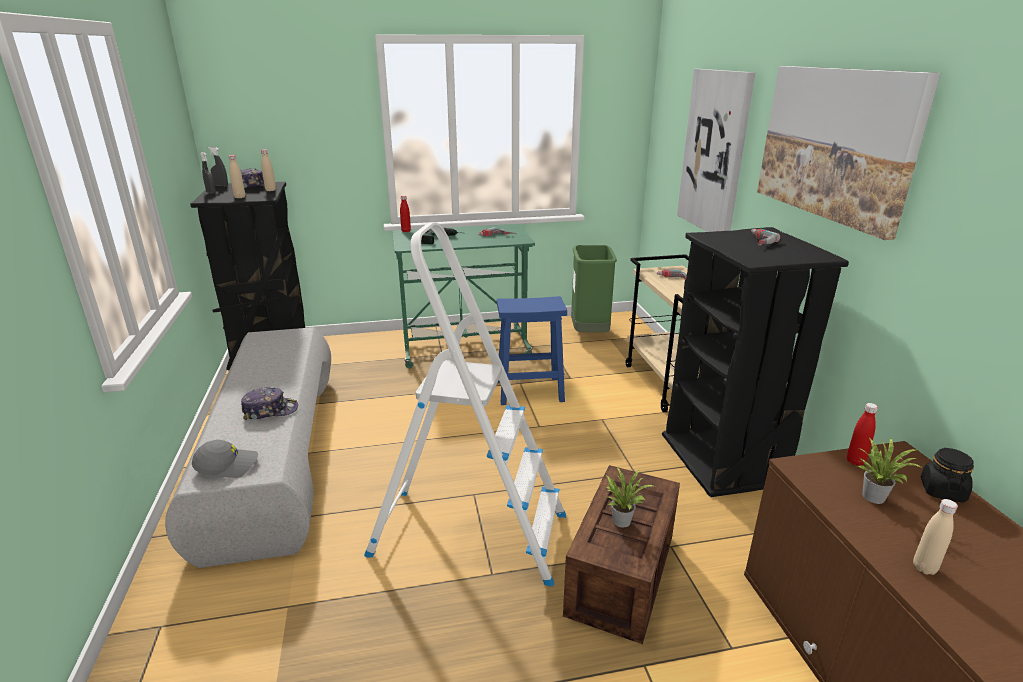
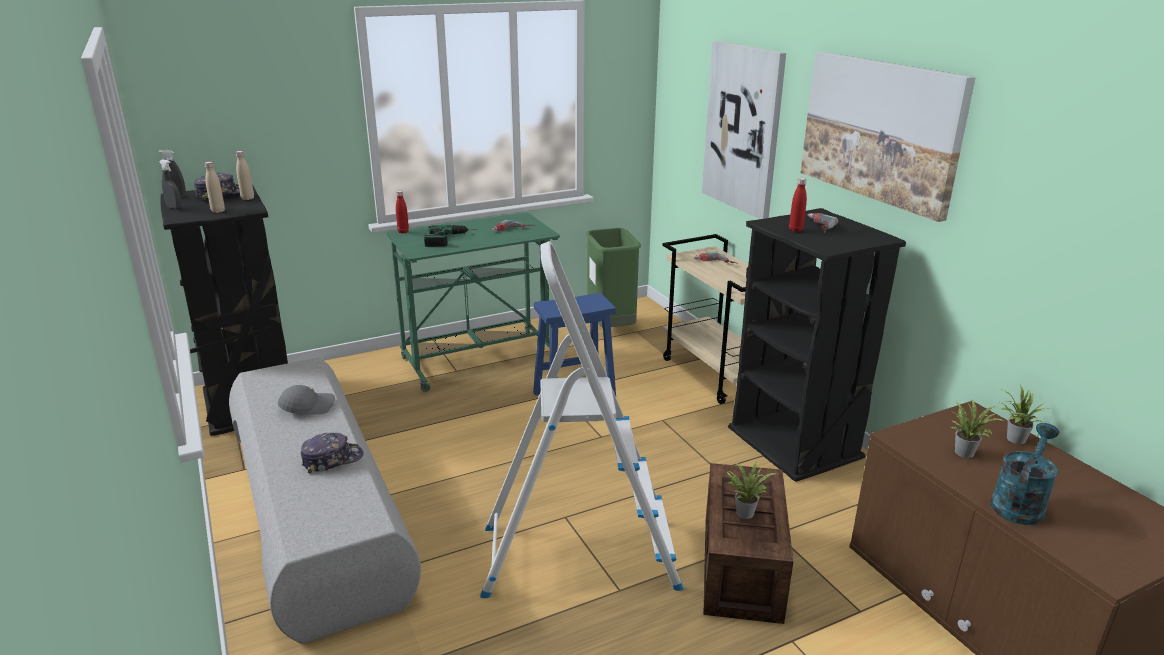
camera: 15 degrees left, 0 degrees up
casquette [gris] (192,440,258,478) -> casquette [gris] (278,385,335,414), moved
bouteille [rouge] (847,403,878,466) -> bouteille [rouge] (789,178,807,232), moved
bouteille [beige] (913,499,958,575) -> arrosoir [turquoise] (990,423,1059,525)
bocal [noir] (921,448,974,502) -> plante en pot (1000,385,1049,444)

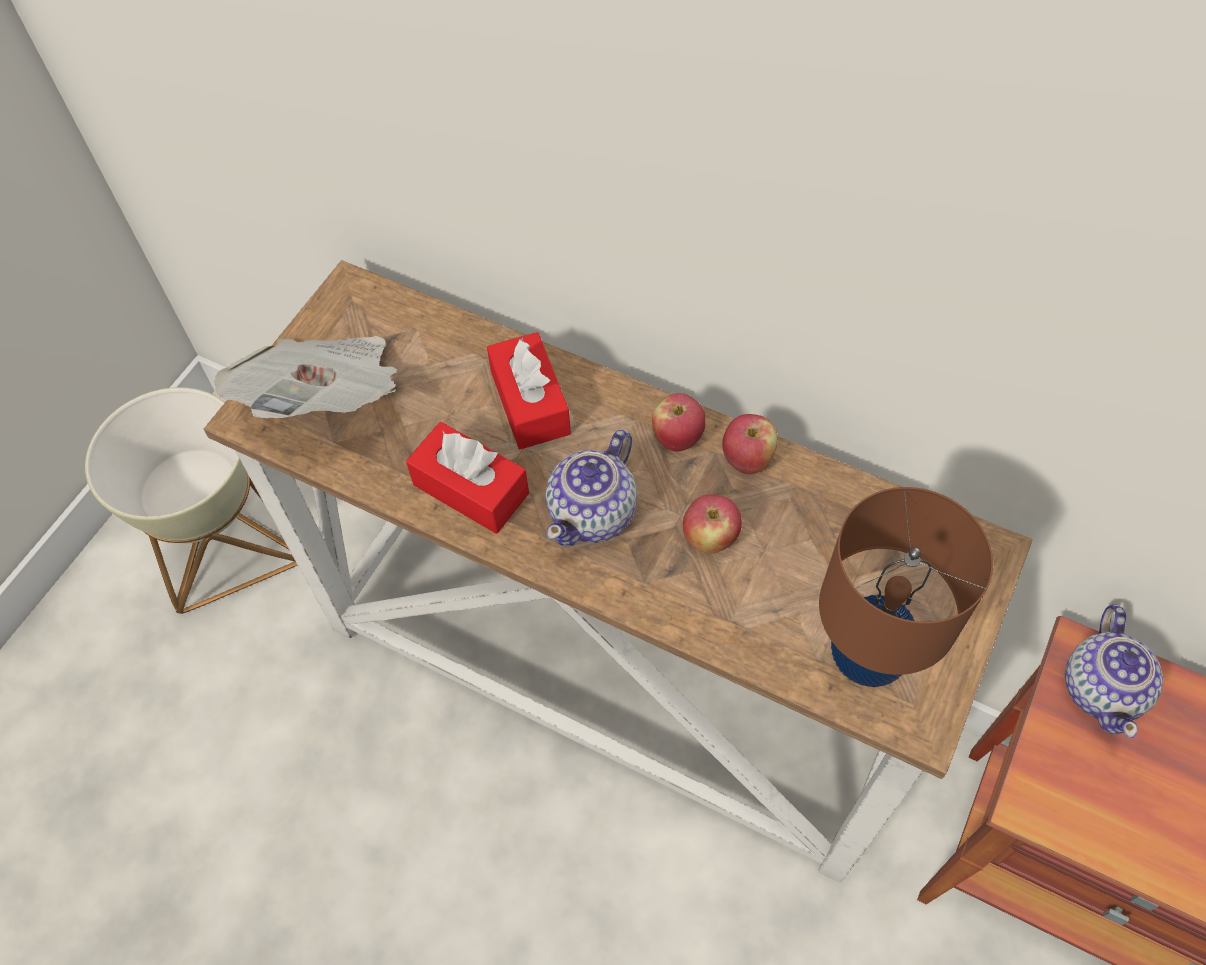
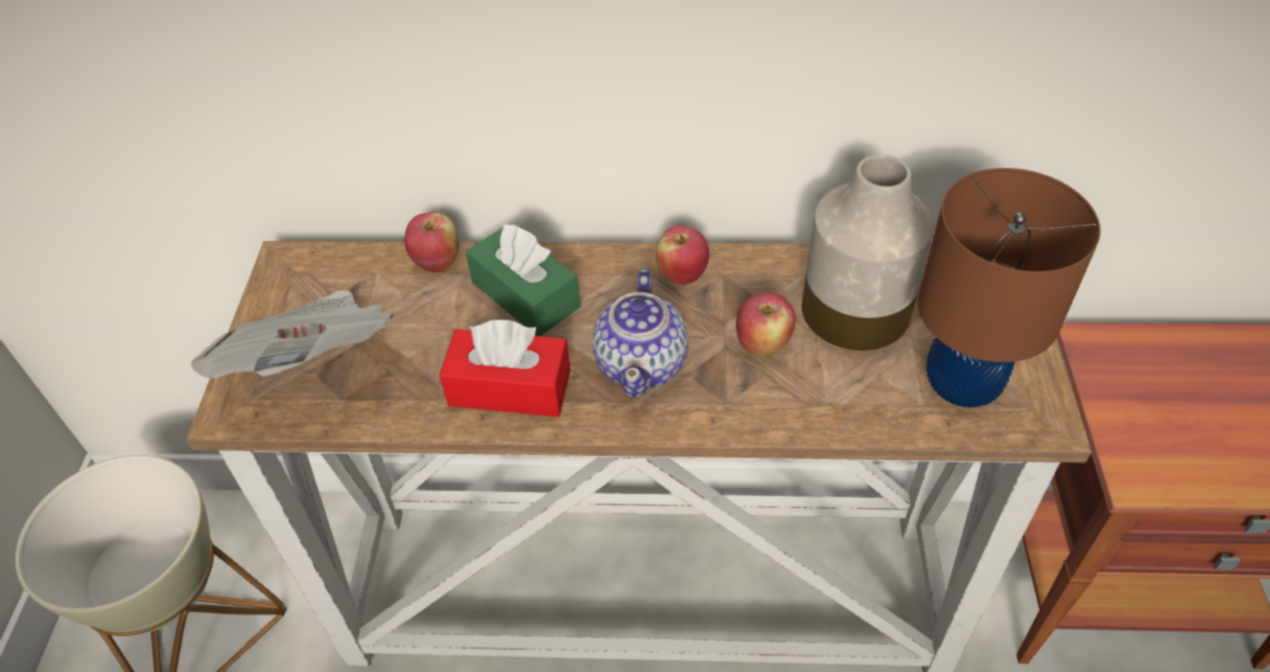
camera: 25 degrees left, 10 degrees down
boîte à mouchoirs [rouge] (487,332,571,449) -> boîte à mouchoirs [vert] (466,224,580,336)
pomme (722,414,778,475) -> pomme (405,212,459,272), moved
théière (1065,604,1163,738) -> none
none -> vase [beige] (802,154,934,351)

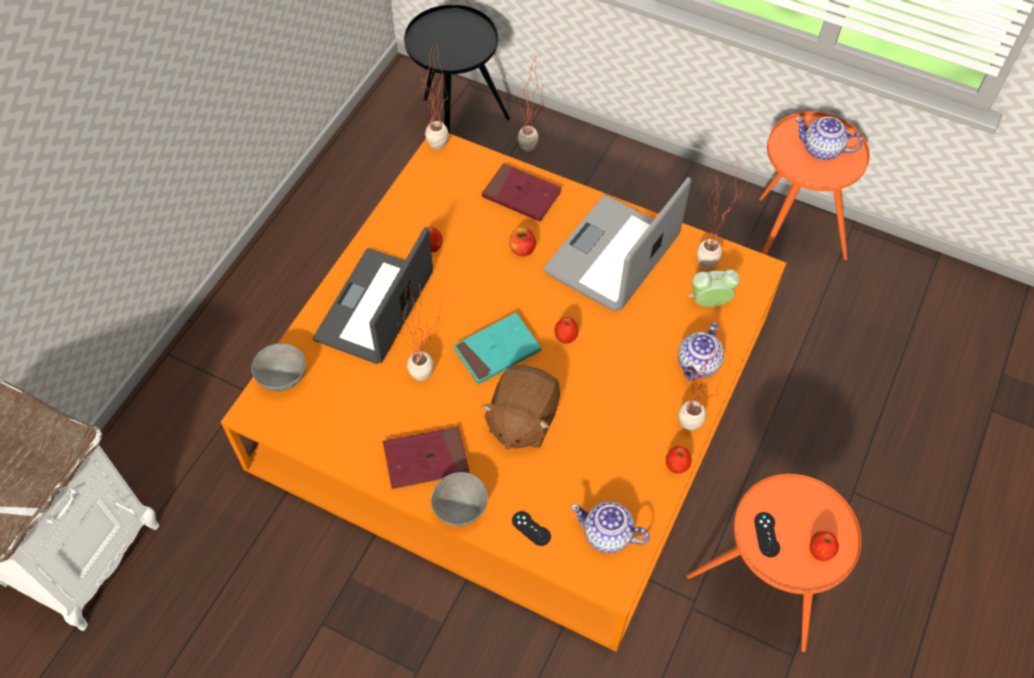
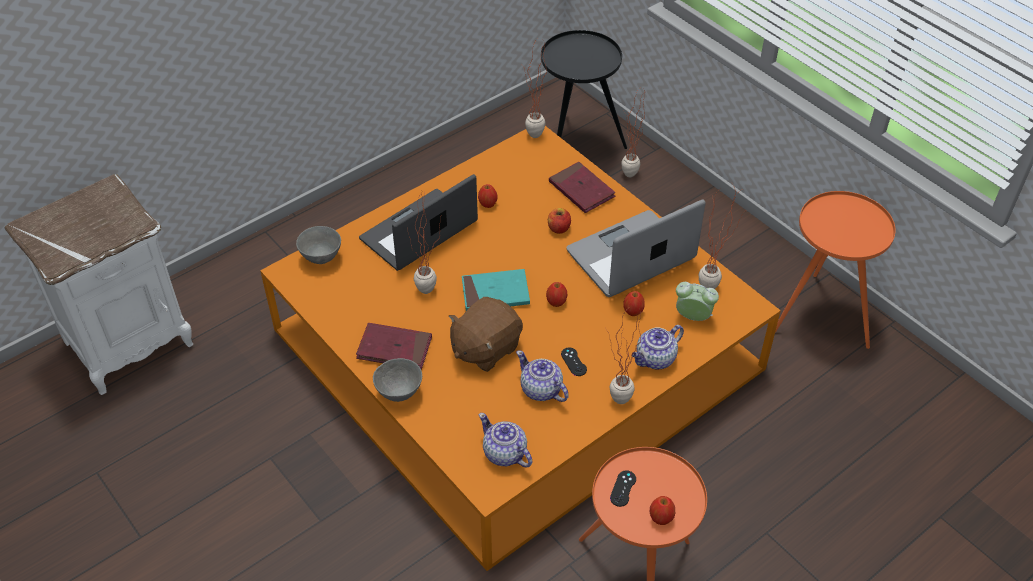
camera: 25 degrees right, 10 degrees down
manette [noir] (512,511,551,546) -> manette [noir] (561,347,587,376), moved
pomme (666,446,692,474) -> pomme (623,291,645,316), moved
théière (795,117,863,160) -> théière (516,350,569,402), moved

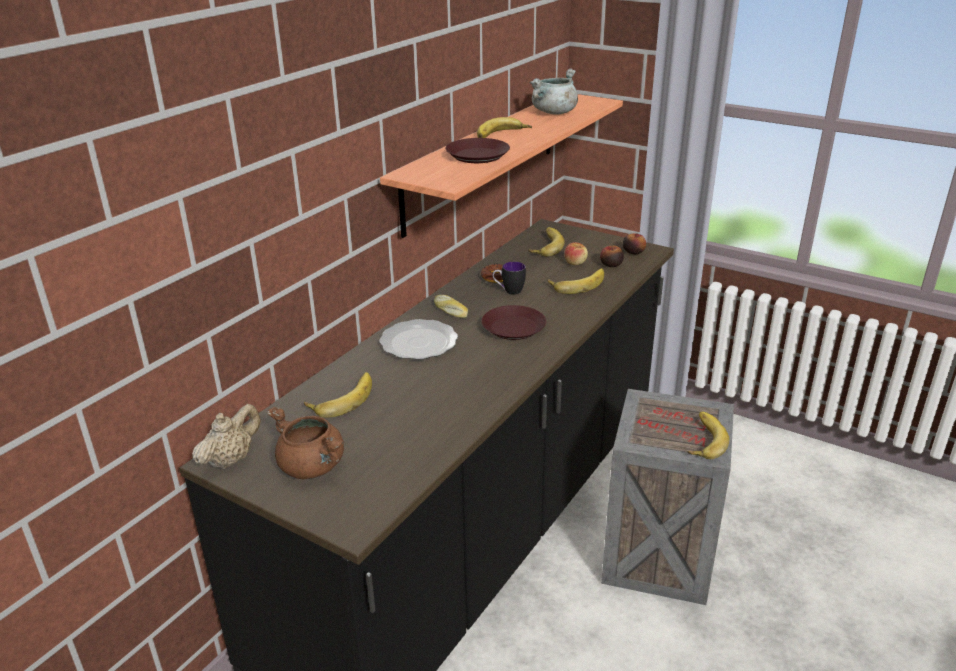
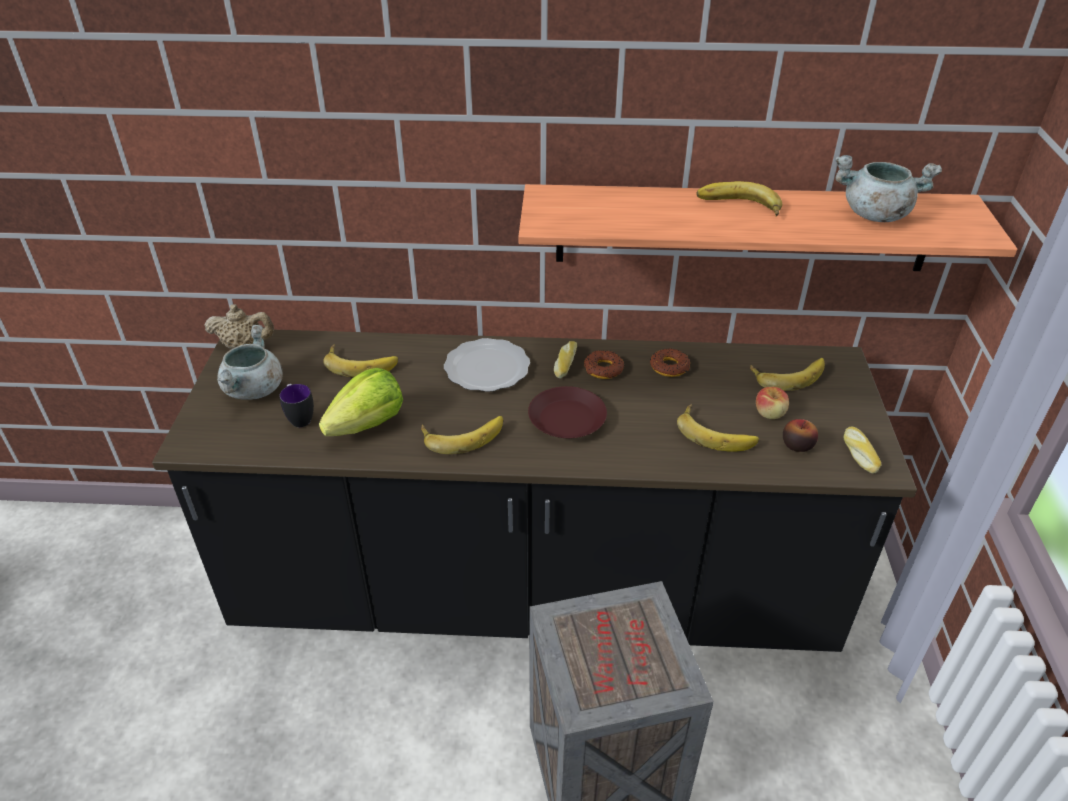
camera: 60 degrees right, 10 degrees up
marmite [marron] (267,407,344,479) -> marmite [gris] (217,325,283,400)
assiette [marron] (445,138,510,163) -> none
mug (493,262,526,295) -> mug (279,384,314,427), moved
pomme (623,233,646,254) -> pain (844,427,882,474)
banane (687,412,729,459) -> banane (421,416,503,454), moved
none -> laitue (319,368,403,436)
none -> beignet (584,350,625,379)

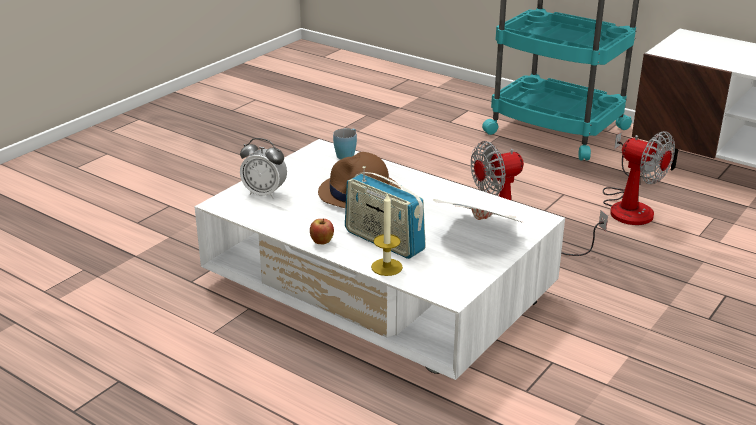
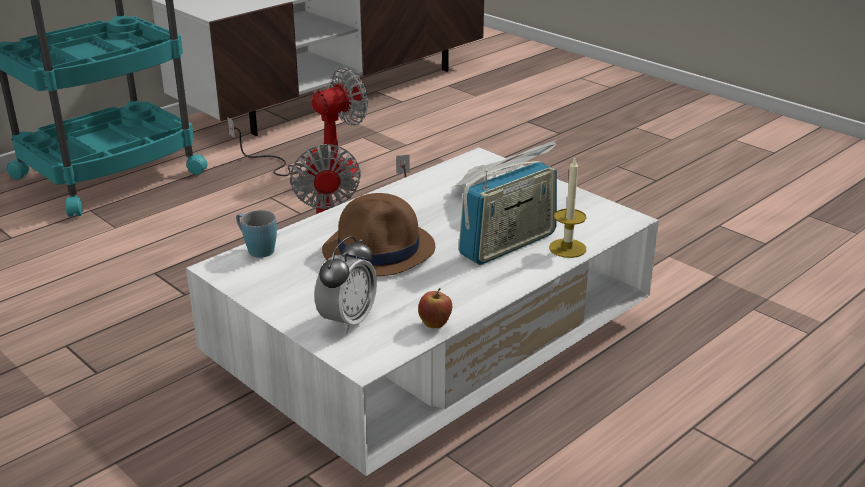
camera: 80 degrees left, 0 degrees up
pomme (310,218,334,244) -> pomme (418,288,452,328), moved

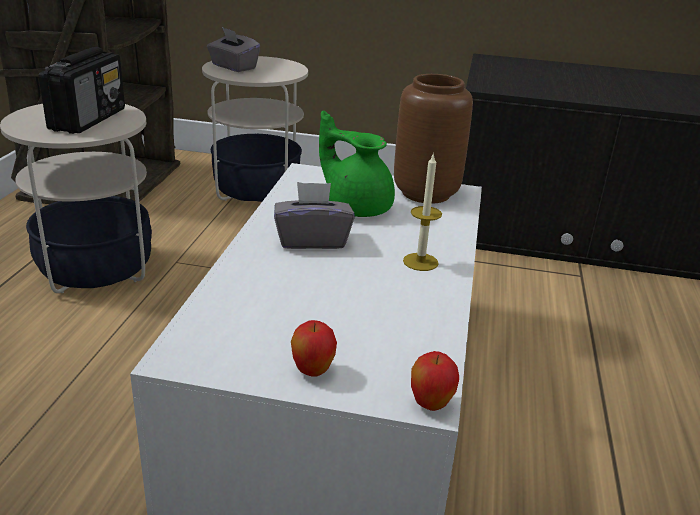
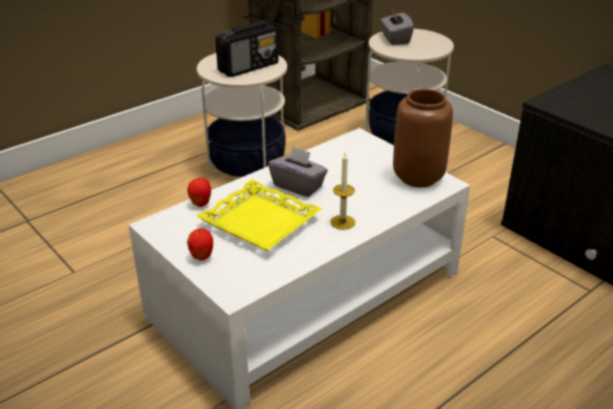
camera: 40 degrees right, 5 degrees up
théière [vert] (319,111,395,217) -> none
pomme (411,351,459,411) -> pomme (187,178,211,207), moved
none -> plateau [jaune] (197,180,322,251)

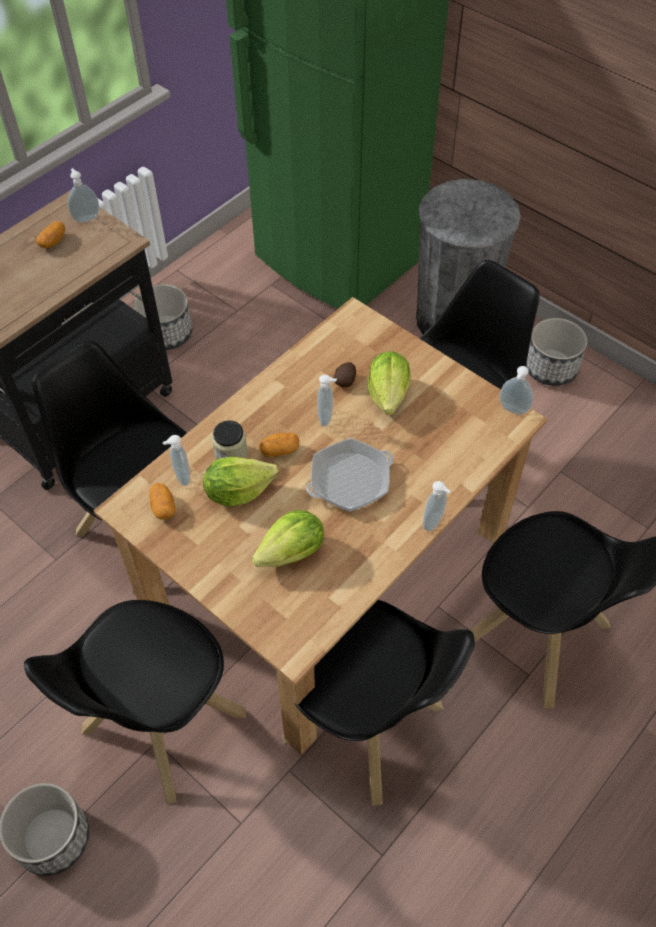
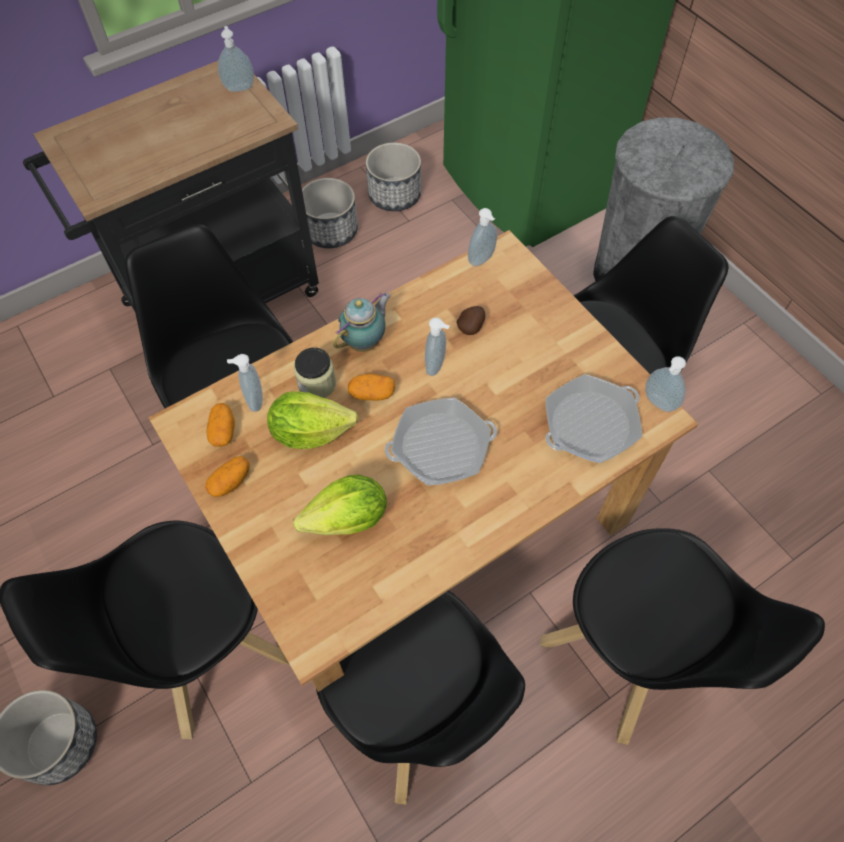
camera: 15 degrees right, 5 degrees up
pomme de terre (36,221,65,248) -> pomme de terre (205,456,250,497), moved
laitue (368,351,411,415) -> none
distributeur de savon (423,481,450,531) -> distributeur de savon (468,208,497,266), moved
cache-pot (526,318,587,386) -> cache-pot (366,143,421,211), moved
none -> théière (333,293,391,352)
none -> poêle (545,374,642,463)

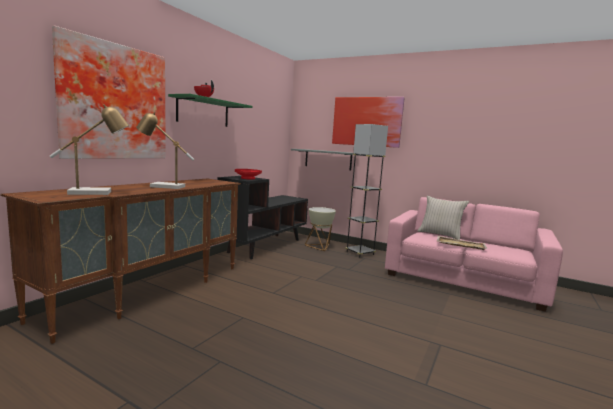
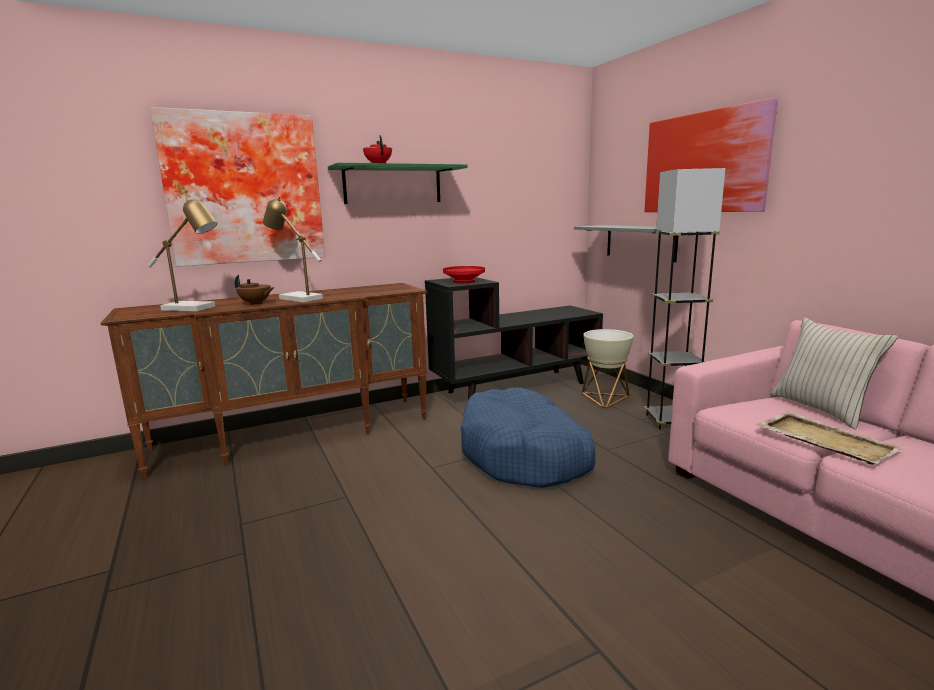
camera: 35 degrees right, 5 degrees up
none -> théière [marron] (235,275,274,305)
none -> panier pour chien [bleu] (461,388,595,488)

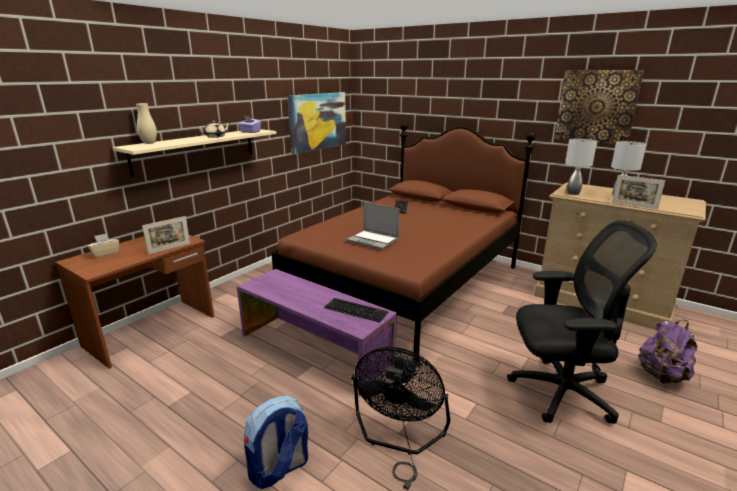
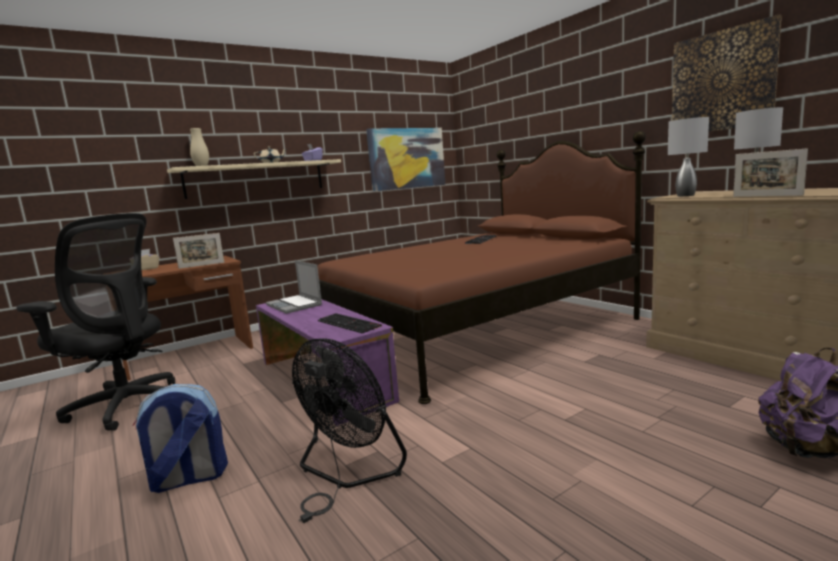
camera: 20 degrees right, 10 degrees down
ordinateur portable (347,202,399,250) -> ordinateur portable (266,260,322,314), moved
chaise de bureau [noir] (507,220,657,424) -> chaise de bureau [noir] (16,213,175,431), moved

